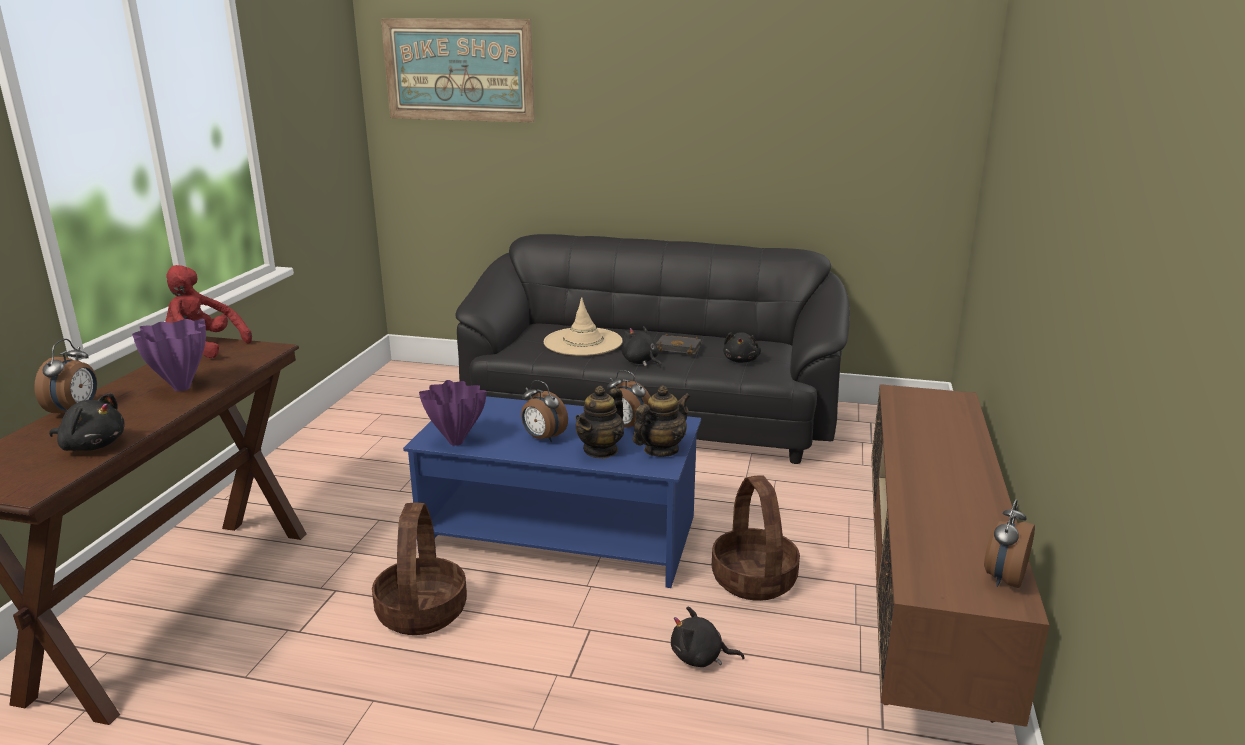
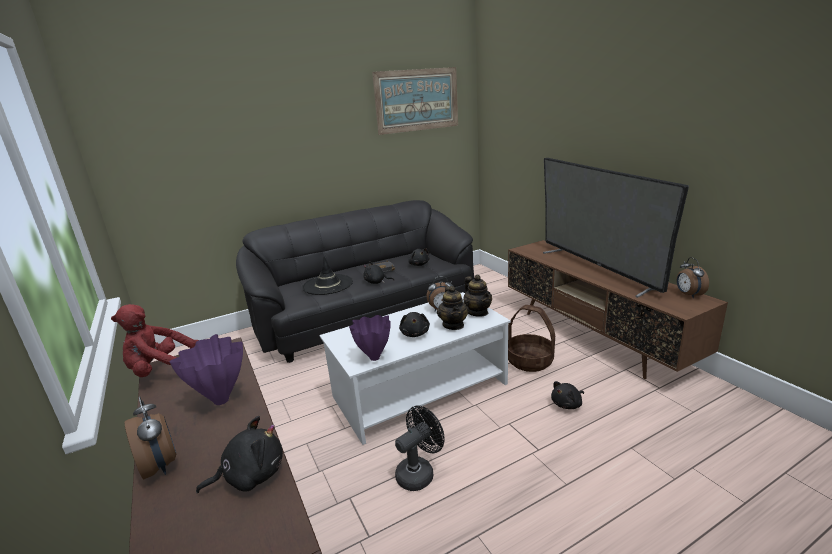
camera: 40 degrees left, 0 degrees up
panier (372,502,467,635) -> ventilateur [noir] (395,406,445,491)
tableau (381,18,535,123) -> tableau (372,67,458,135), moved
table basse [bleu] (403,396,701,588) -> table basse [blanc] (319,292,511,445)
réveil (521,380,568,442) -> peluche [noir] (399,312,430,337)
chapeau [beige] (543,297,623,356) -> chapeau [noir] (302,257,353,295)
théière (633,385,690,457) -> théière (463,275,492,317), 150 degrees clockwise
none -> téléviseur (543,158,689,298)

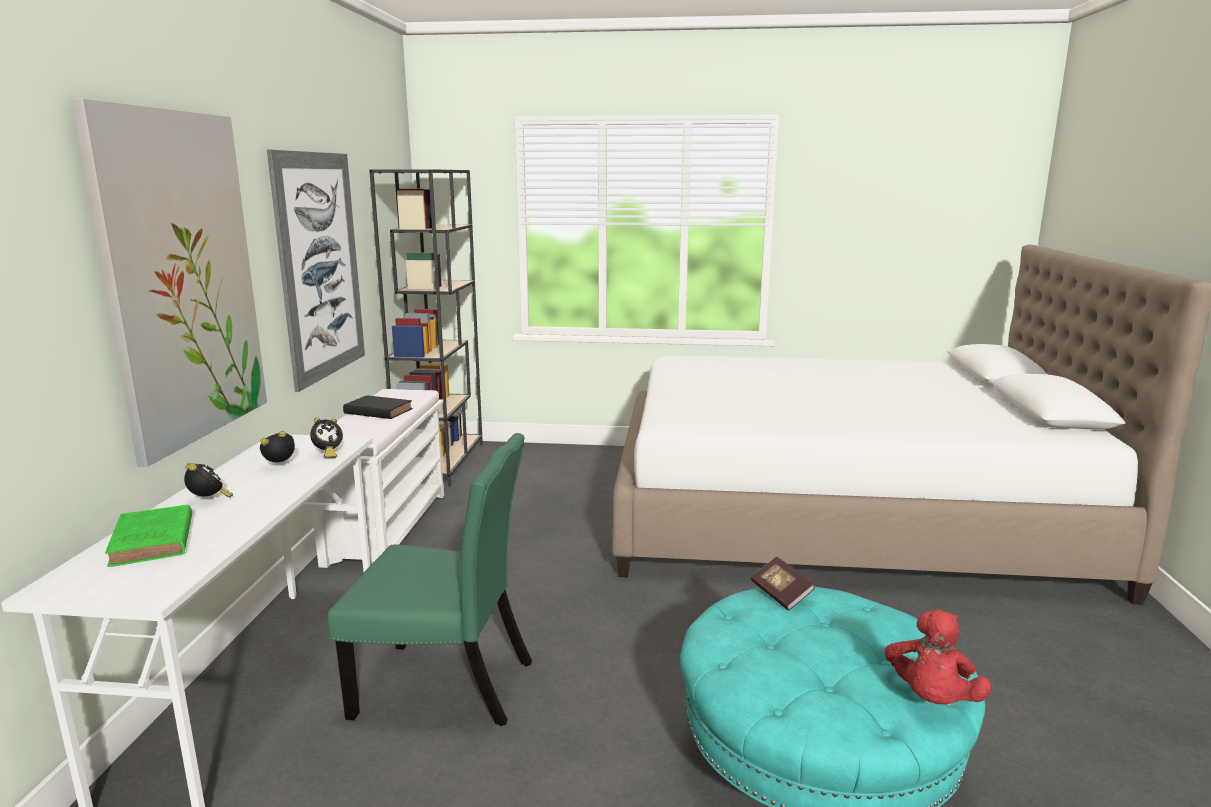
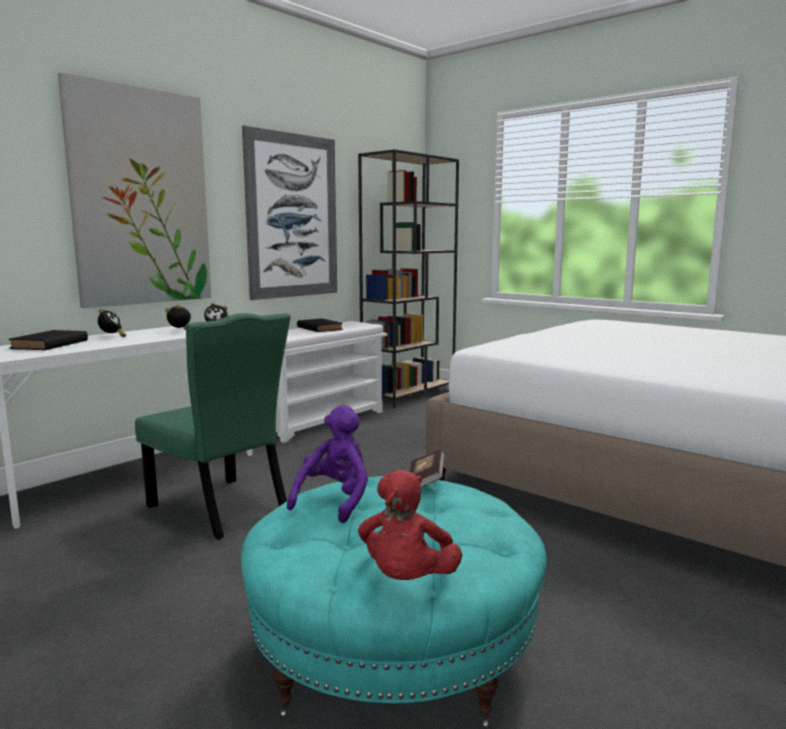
camera: 35 degrees right, 5 degrees down
livre [vert] (105,504,192,567) -> livre [noir] (9,330,88,350)
peluche [rouge] (885,609,992,704) -> peluche [rouge] (358,470,462,580), 45 degrees counterclockwise
none -> peluche [violet] (287,405,368,523)

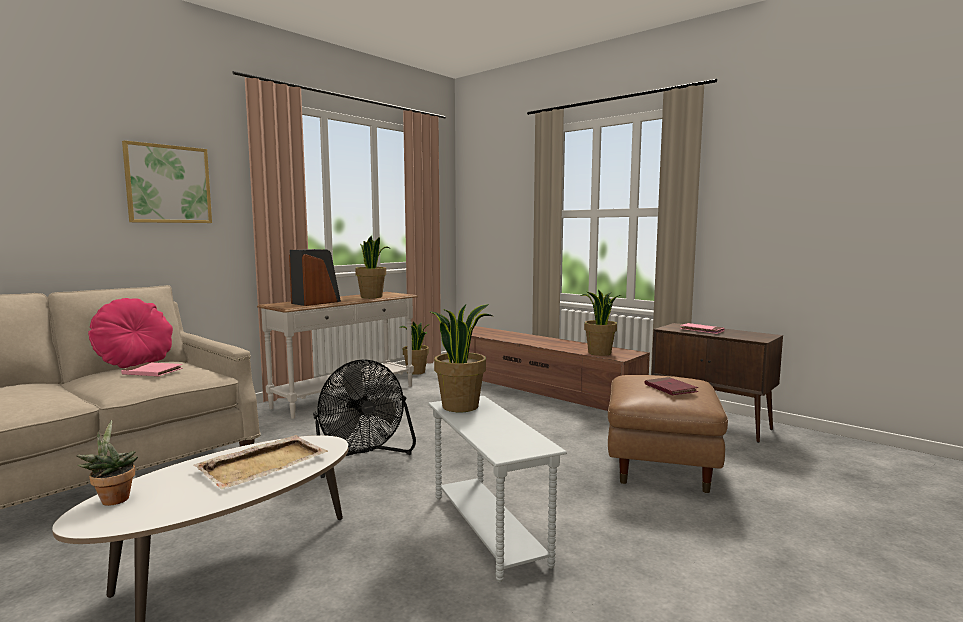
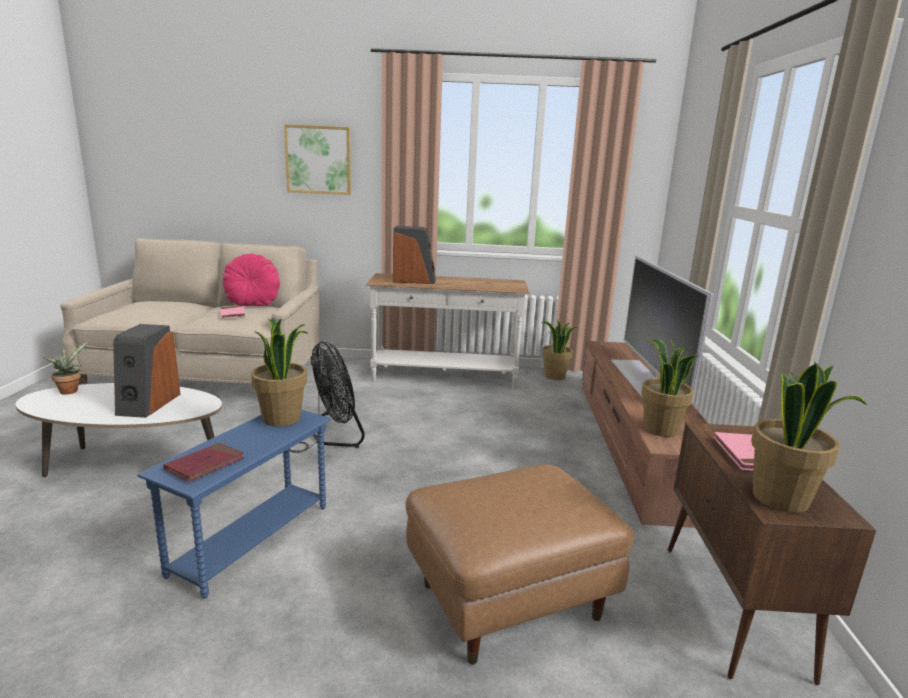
camera: 50 degrees right, 10 degrees up
plateau [beige] (194,435,328,489) -> enceinte (113,324,180,418)
ventilateur [noir] (313,360,416,478) -> ventilateur [noir] (289,342,365,453), 135 degrees counterclockwise
plante en pot (355,236,389,298) -> plante en pot (751,361,867,513), moved
table d'appoint [blanc] (428,396,567,583) -> table d'appoint [bleu] (137,410,331,599)
livre [rouge] (645,377,698,395) -> livre [rouge] (163,443,244,482), moved
none -> téléviseur (611,256,713,406)

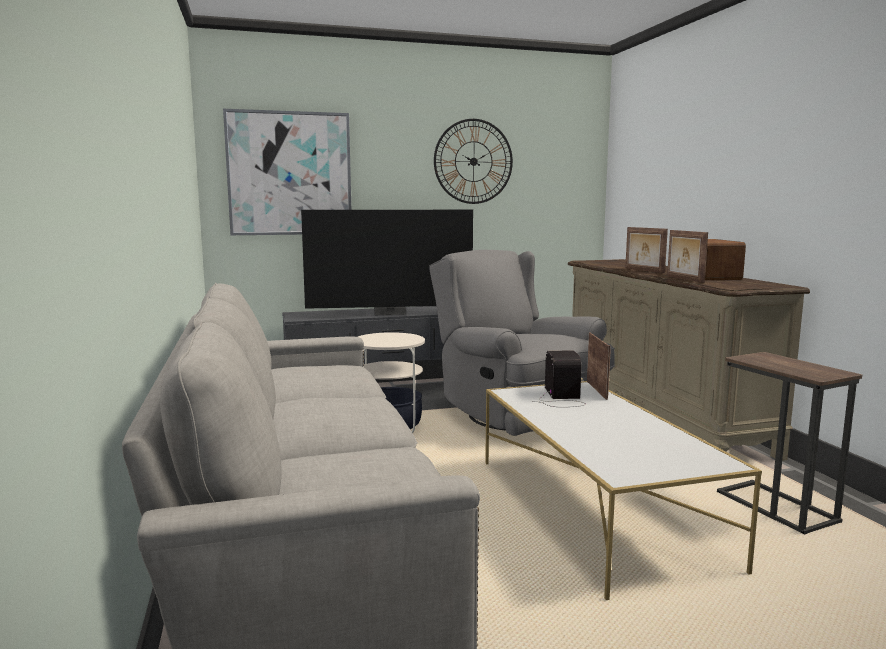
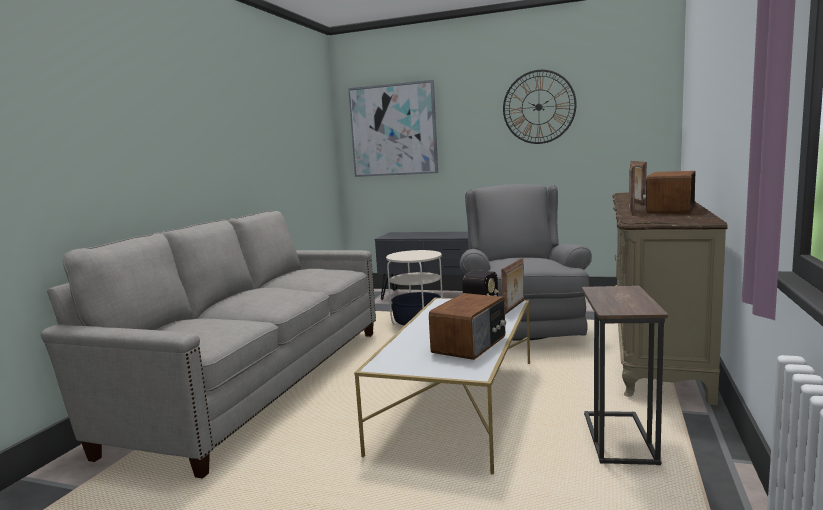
camera: 35 degrees right, 0 degrees up
téléviseur (301,210,473,315) -> none
none -> radio (429,293,506,360)

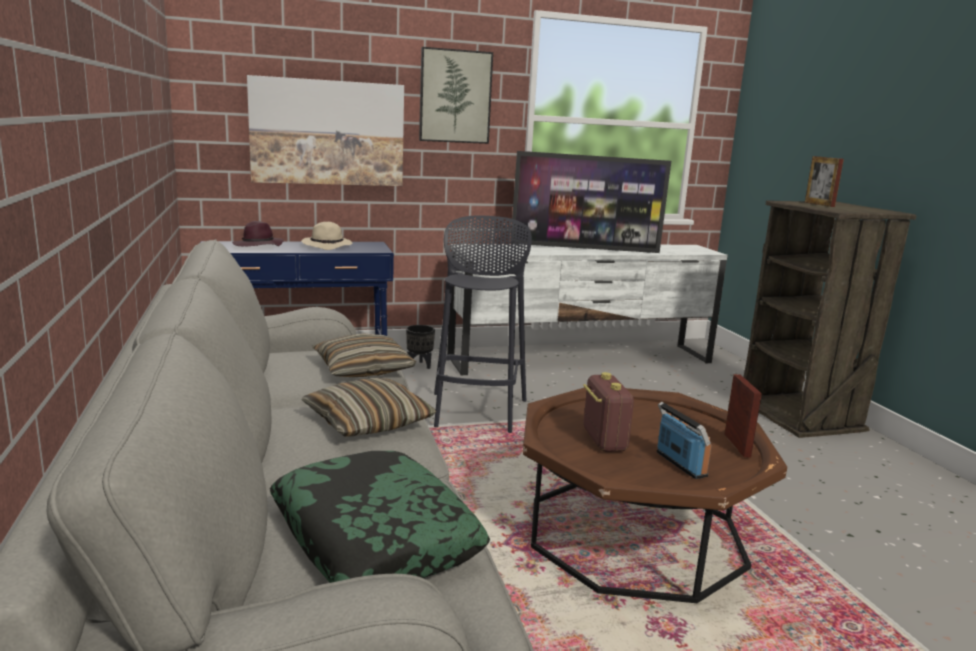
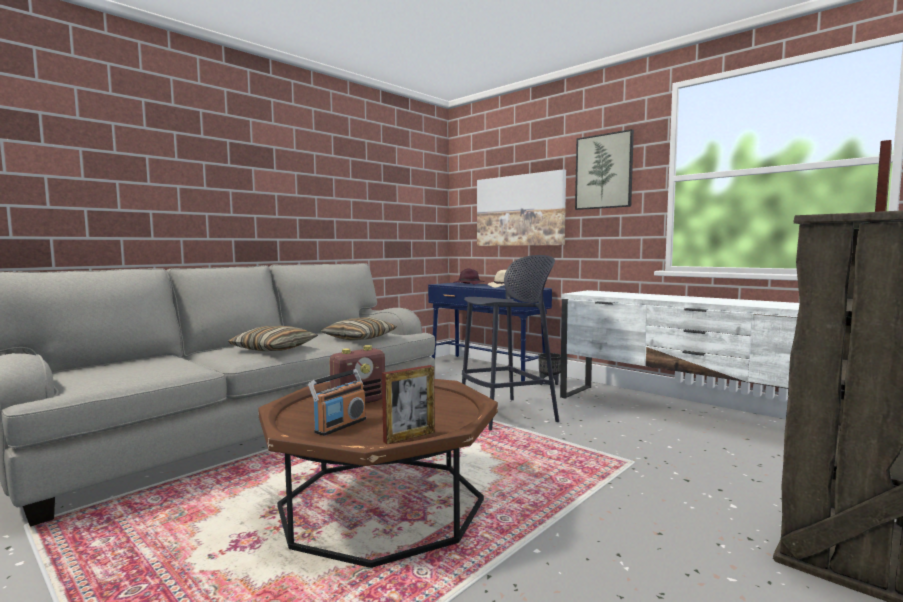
camera: 60 degrees right, 10 degrees down
coussin (270,451,490,583) -> none
téléviseur (510,151,671,253) -> none

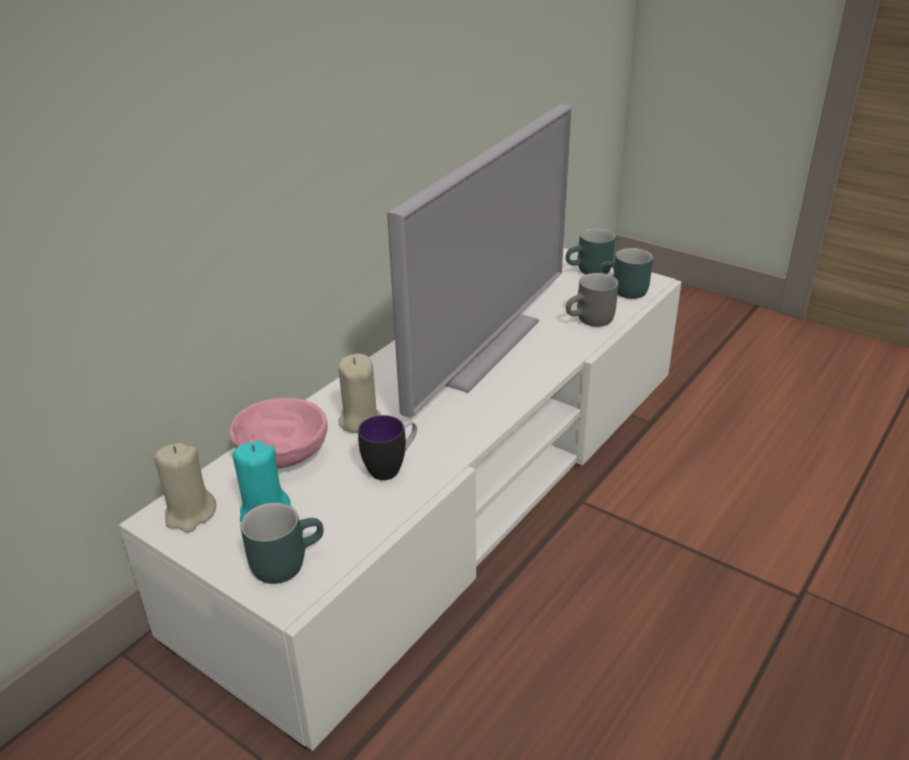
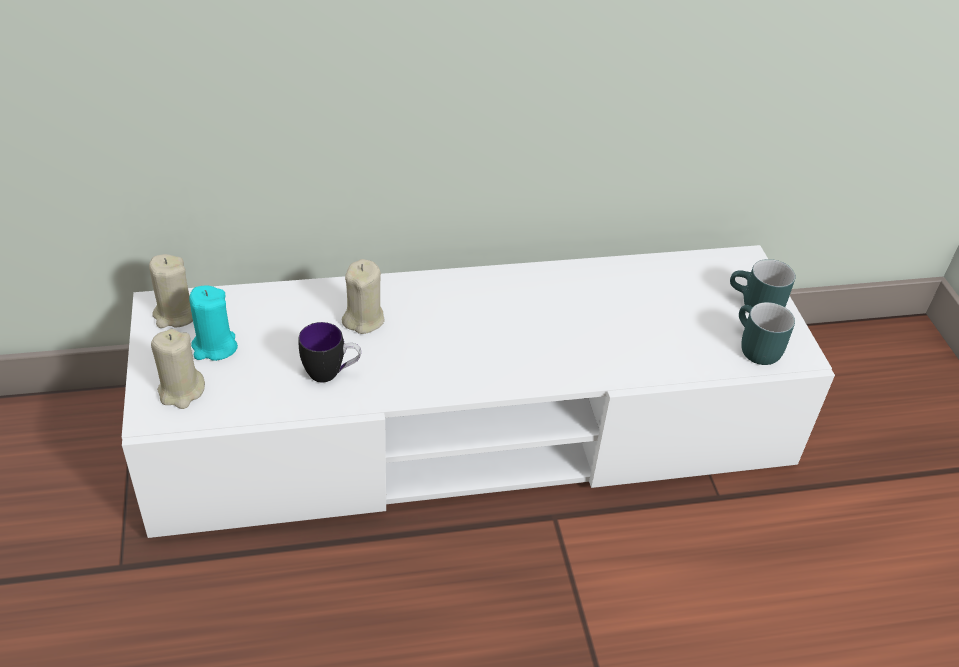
camera: 40 degrees right, 10 degrees up
bol [rose] (230,398,328,469) -> none
mug [turquoise] (241,503,324,584) -> bougie [beige] (151,329,205,409)
téléviseur (387,104,571,418) -> none
mug [gris] (566,273,619,327) -> none

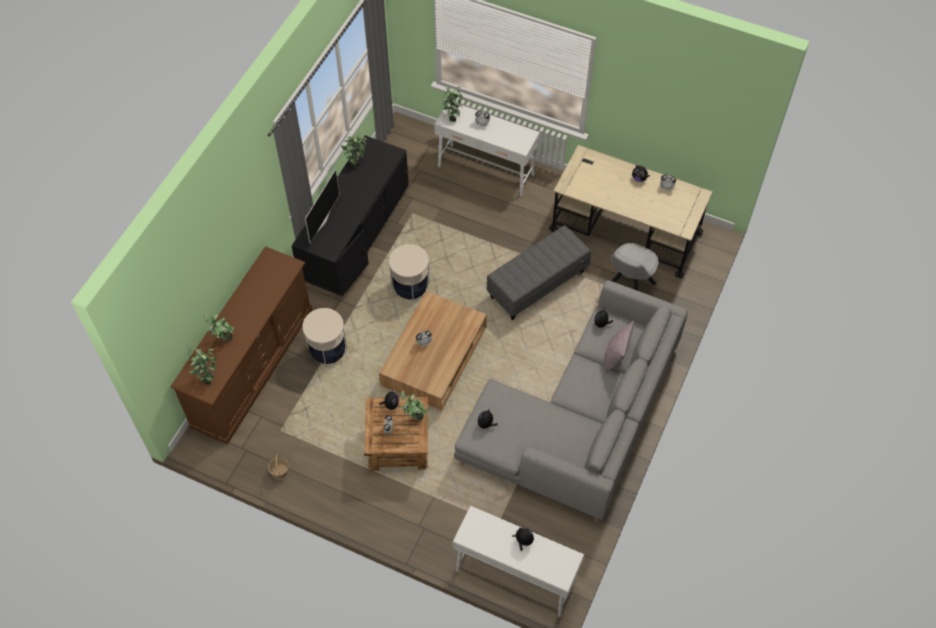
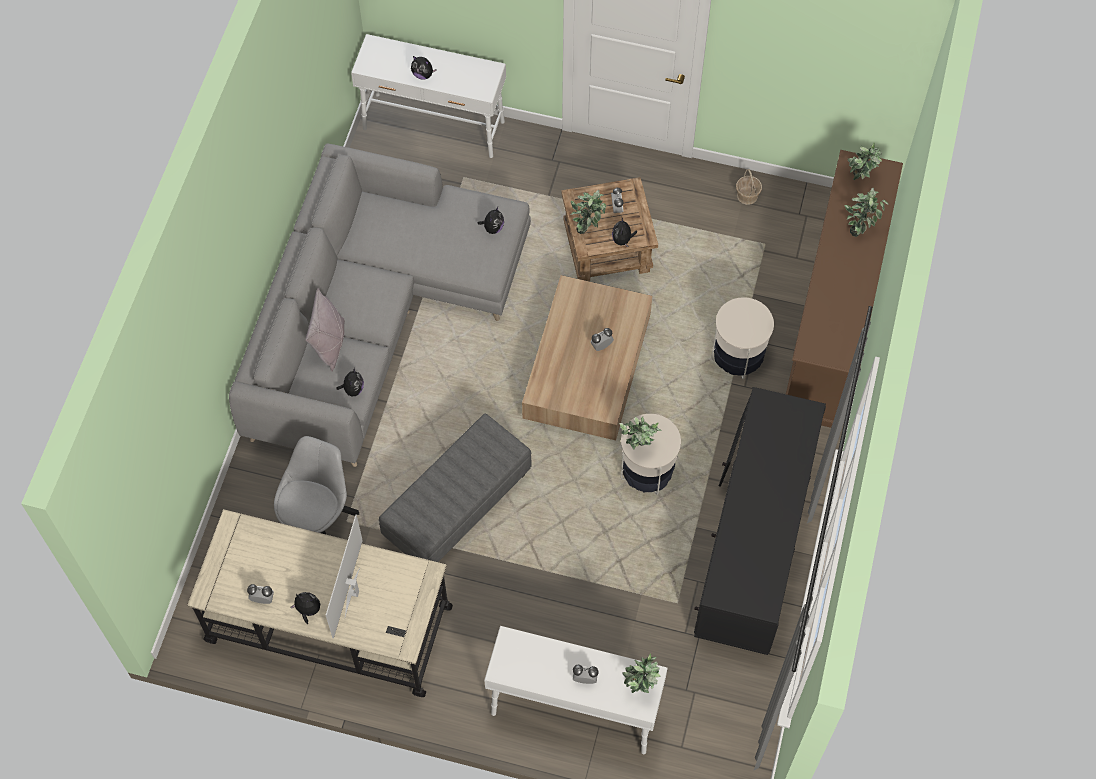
camera: 170 degrees right, 5 degrees up
téléviseur (305,169,340,244) -> téléviseur (326,515,363,639), moved
plante en pot (341,131,367,167) -> plante en pot (619,416,661,450), moved

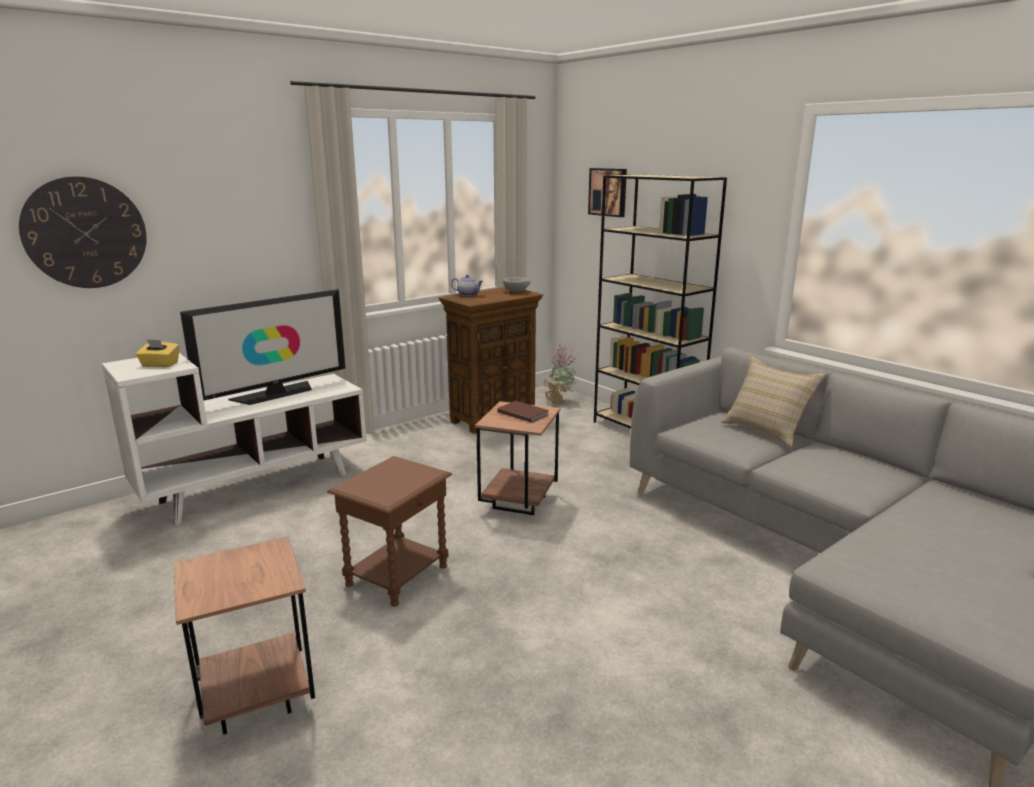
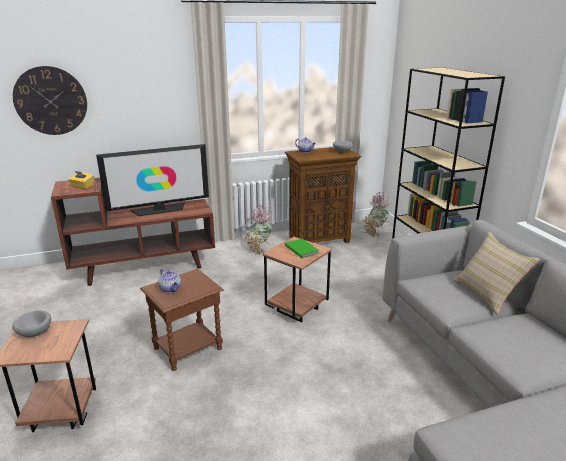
camera: 20 degrees right, 5 degrees up
meuble télé [blanc] (102,353,367,526) -> meuble télé [marron] (51,178,215,286)
livre [marron] (497,401,549,423) -> livre [vert] (285,239,319,258)
tableau (588,168,627,217) -> none
none -> bol [gris] (12,310,51,337)
none -> théière (158,269,181,293)
none -> plante en pot (244,205,273,254)

